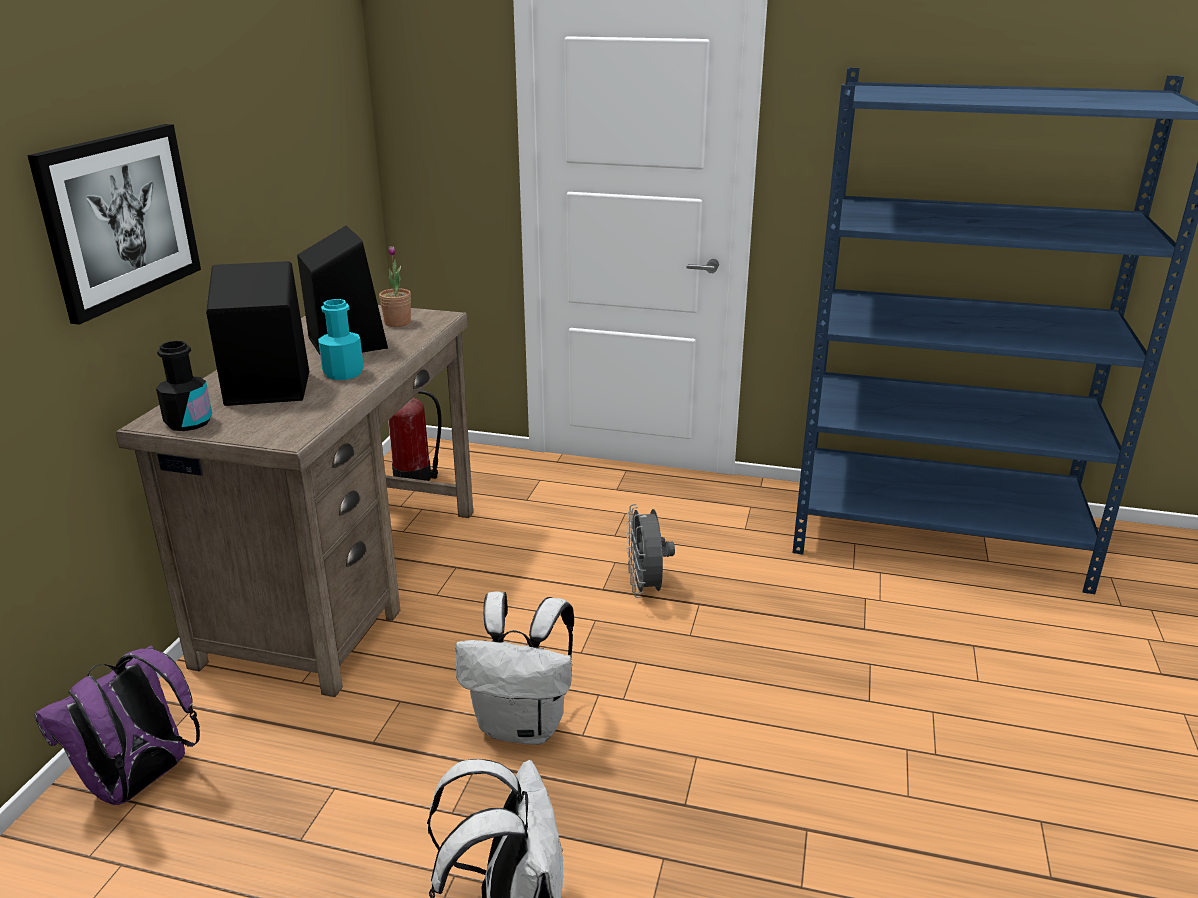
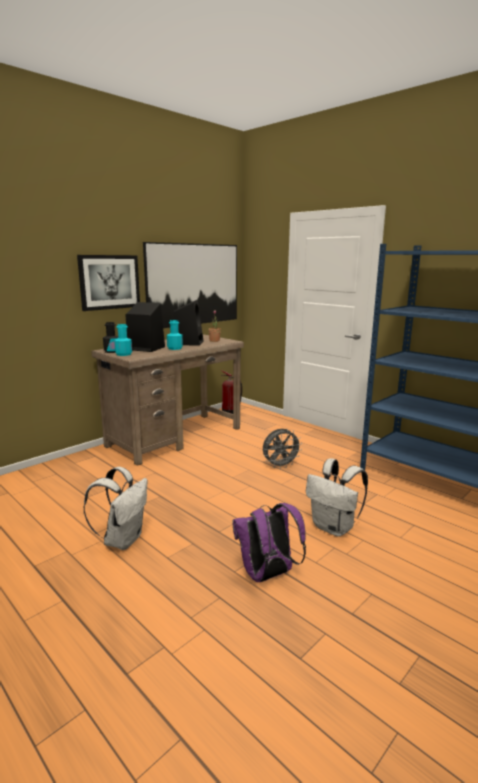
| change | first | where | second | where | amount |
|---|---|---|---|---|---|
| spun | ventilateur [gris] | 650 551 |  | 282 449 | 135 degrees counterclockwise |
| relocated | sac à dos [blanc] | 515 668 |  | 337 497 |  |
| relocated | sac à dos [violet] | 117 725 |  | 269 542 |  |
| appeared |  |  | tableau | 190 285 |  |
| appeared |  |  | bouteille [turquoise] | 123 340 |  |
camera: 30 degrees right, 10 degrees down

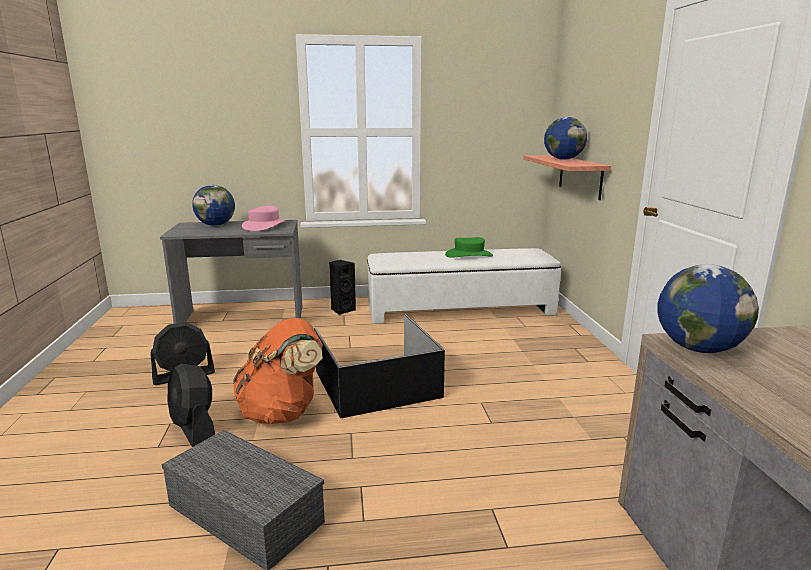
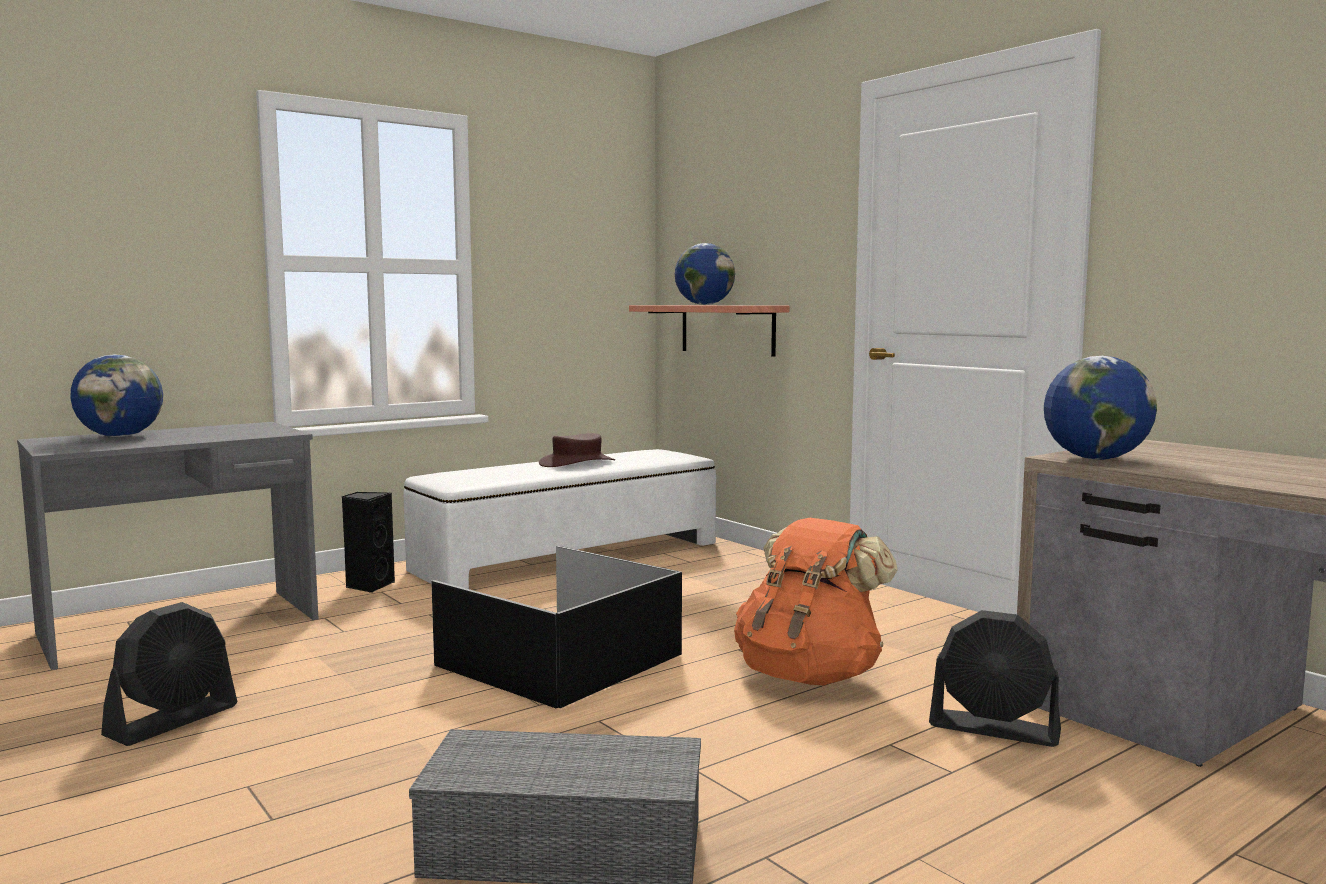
| change | first | where | second | where | amount |
|---|---|---|---|---|---|
| missing | chapeau [rose] | 263 218 |  |  |  |
| colour | chapeau [vert] | 469 247 | chapeau [marron] | 577 450 |  |
| relocated | sac à dos [orange] | 278 371 |  | 816 601 |  |
| relocated | ventilateur [noir] | 191 405 |  | 995 678 |  |
camera: 30 degrees left, 10 degrees down

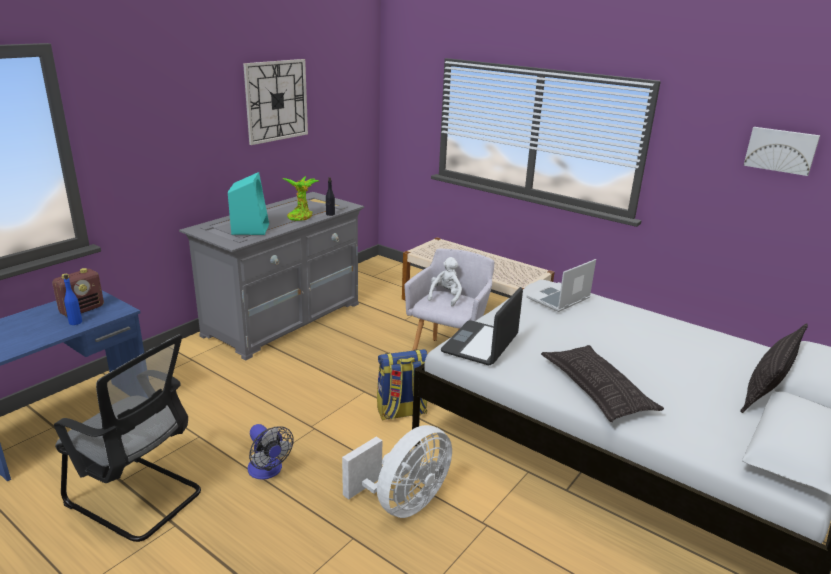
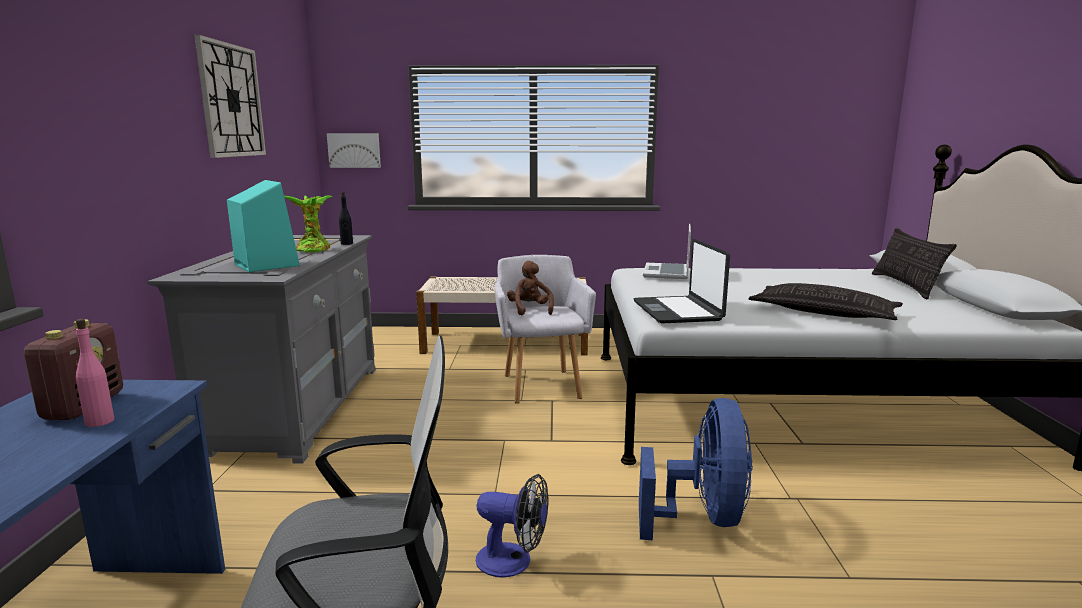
| change | first | where | second | where | amount |
|---|---|---|---|---|---|
| relocated | tableau | 781 151 |  | 354 150 |  |
| colour | peluche [blanc] | 445 282 | peluche [marron] | 530 288 |  |
| colour | bouteille [bleu] | 73 299 | bouteille [rose] | 95 373 |  |
| missing | sac à dos | 402 385 |  |  |  |
| colour | ventilateur [blanc] | 397 471 | ventilateur [bleu] | 696 469 |  |
camera: 35 degrees left, 10 degrees down

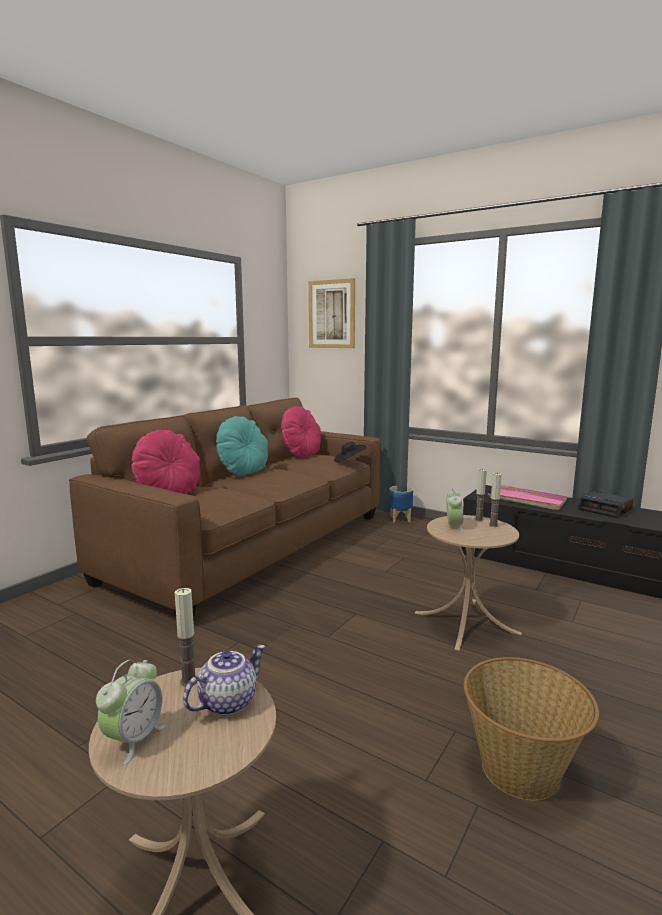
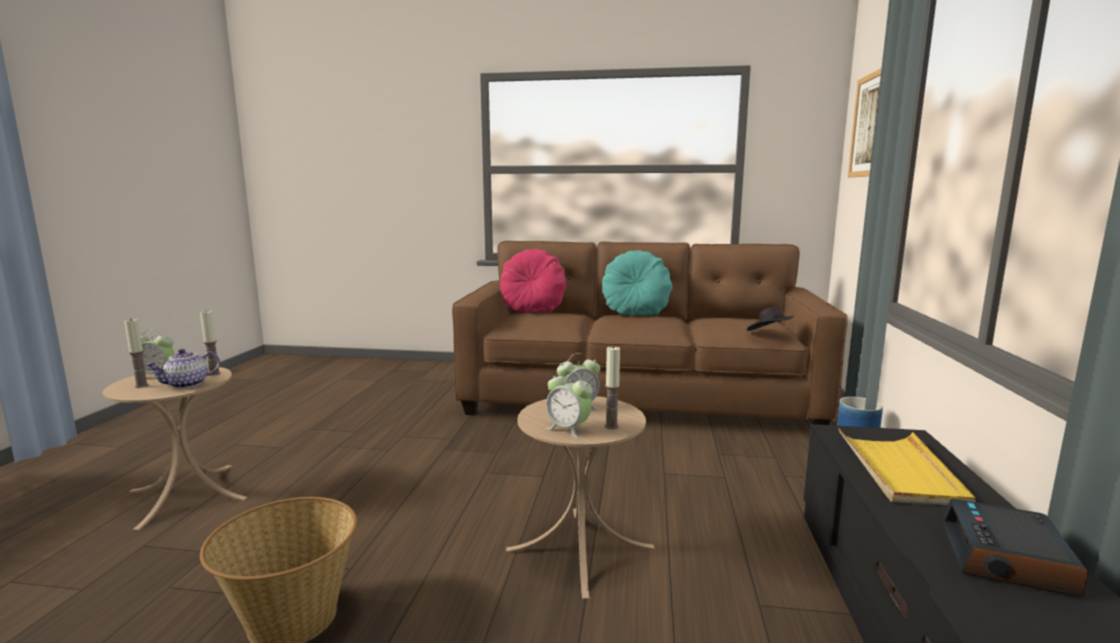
| change | first | where | second | where | amount |
|---|---|---|---|---|---|
| missing | coussin [rose] | 301 432 |  |  |  |
| relocated | bougie | 480 494 |  | 136 353 |  |
| colour | plateau [rose] | 527 497 | plateau [jaune] | 907 466 |  |
| spun | théière | 224 680 |  | 183 369 | 120 degrees clockwise |
| appeared |  |  | réveil | 569 404 |  |
camera: 65 degrees right, 0 degrees up

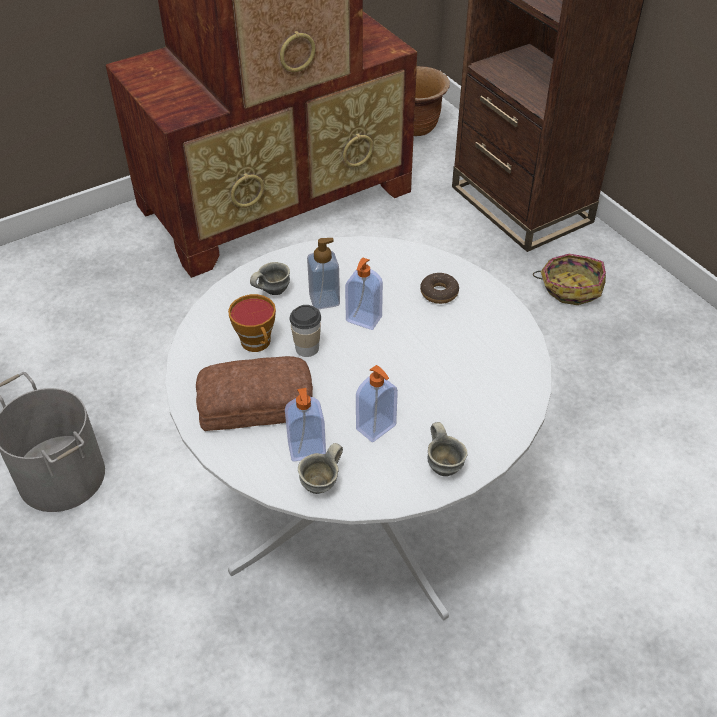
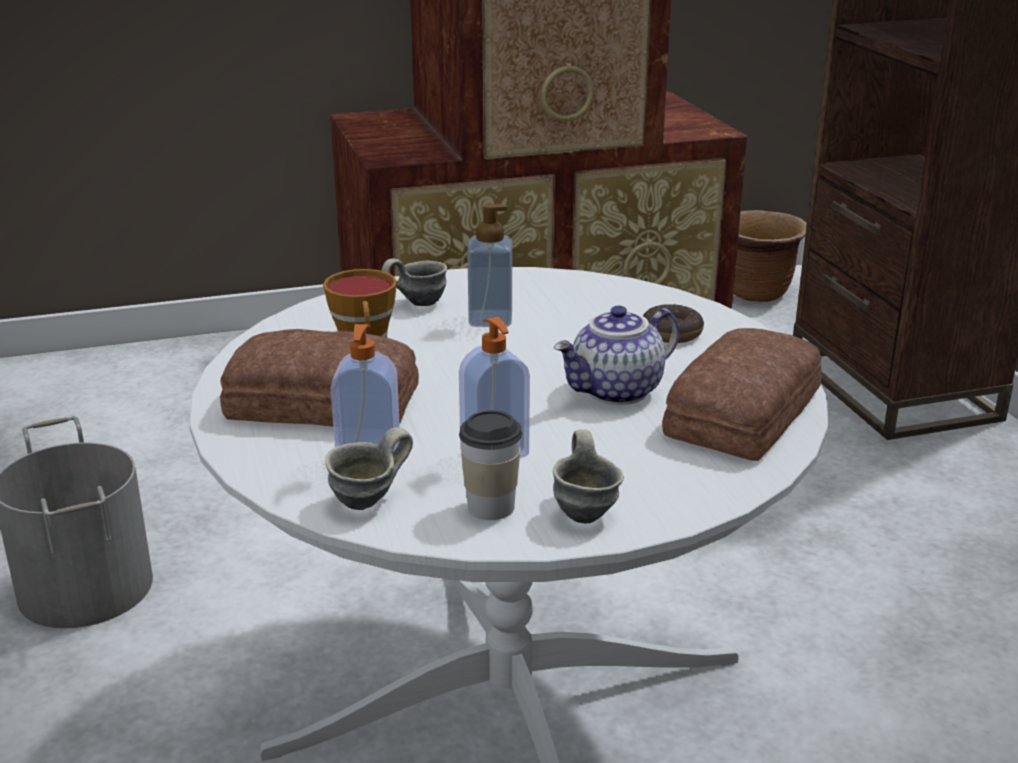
| change | first | where | second | where | amount |
|---|---|---|---|---|---|
| missing | panier | 569 279 |  |  |  |
| missing | distributeur de savon | 364 293 |  |  |  |
| relocated | tasse | 305 331 |  | 490 465 |  |
| appeared |  |  | théière | 617 355 |  |
| appeared |  |  | pain | 742 394 |  |
camera: 15 degrees right, 20 degrees down

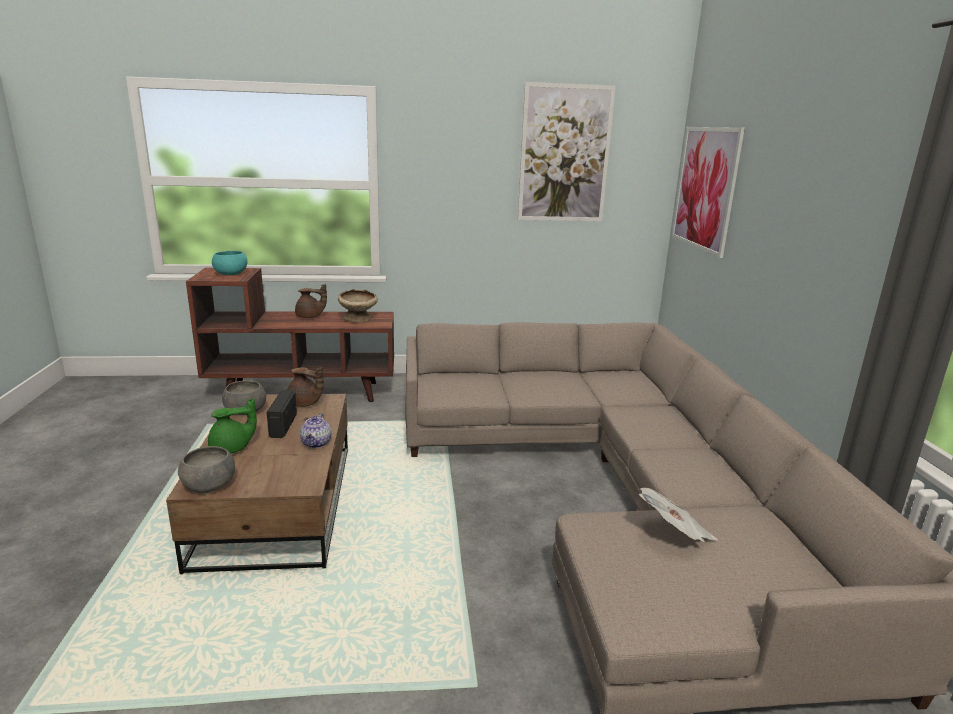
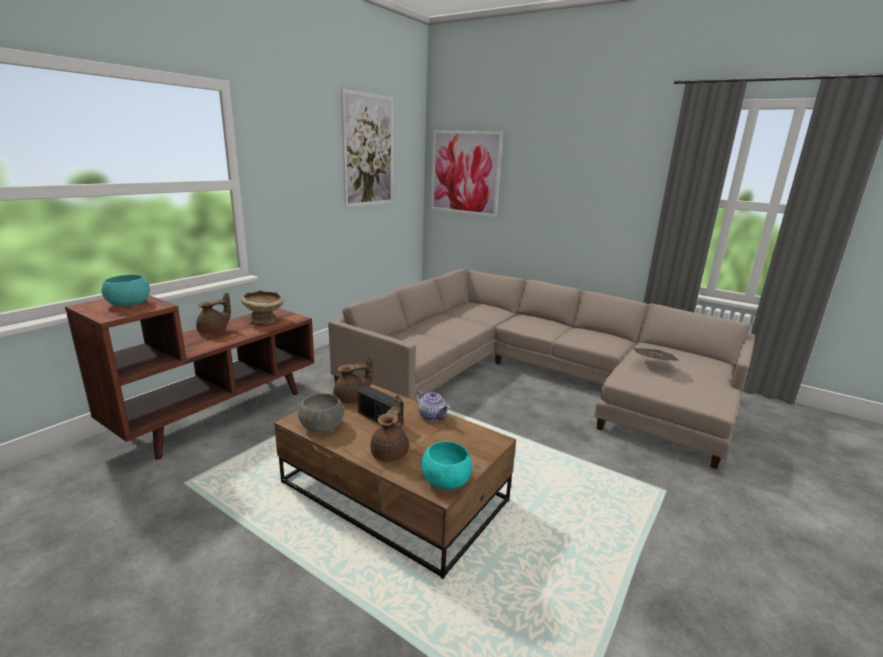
| change | first | where | second | where | amount |
|---|---|---|---|---|---|
| colour | théière [vert] | 232 425 | théière [marron] | 389 428 |  |
| colour | bol [gris] | 206 469 | bol [turquoise] | 446 465 |  |
camera: 50 degrees left, 0 degrees up

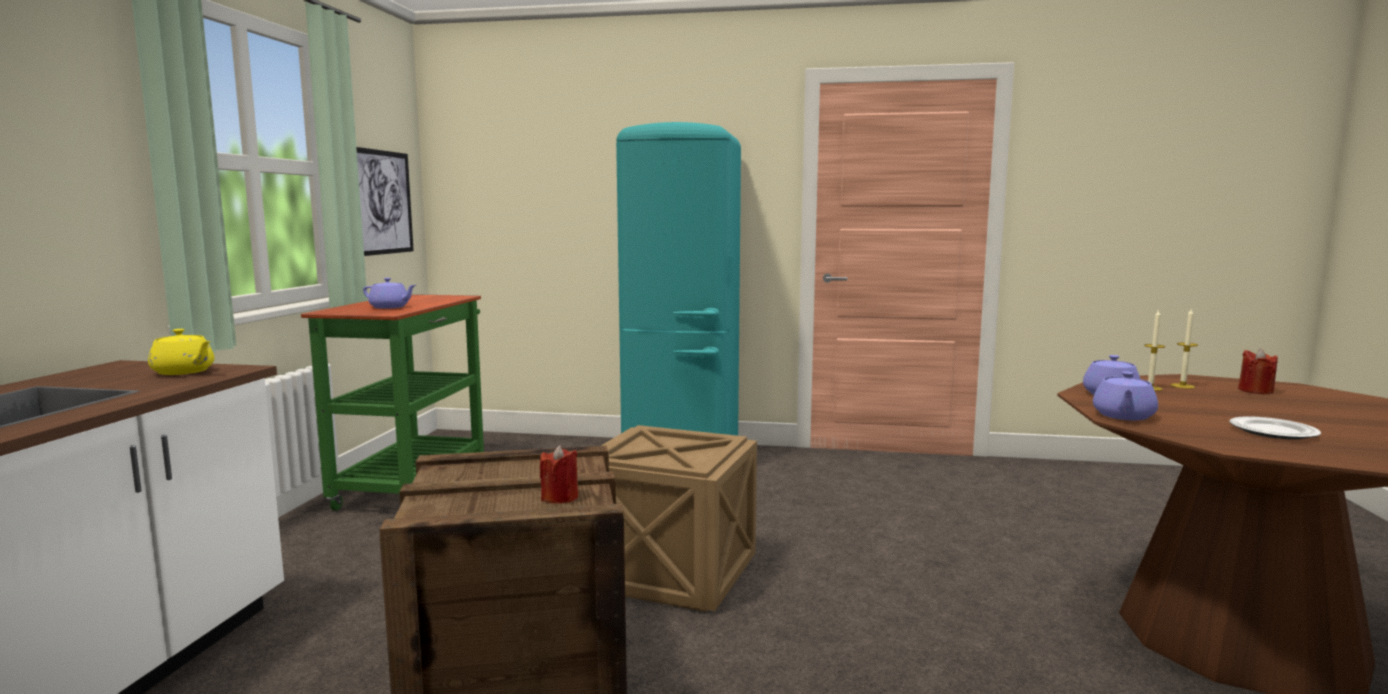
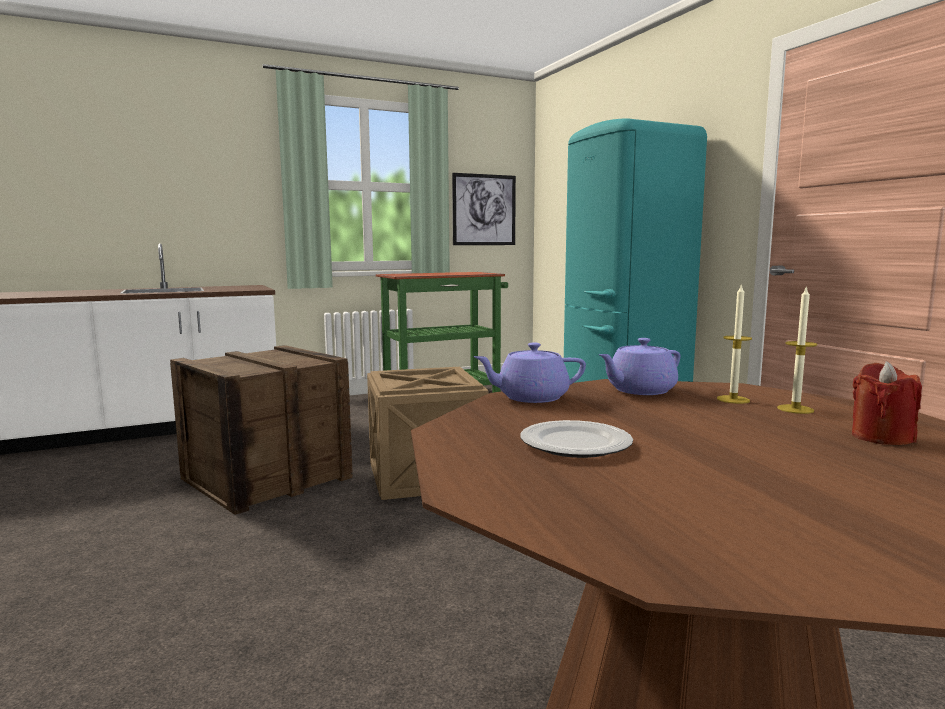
| change | first | where | second | where | amount |
|---|---|---|---|---|---|
| missing | théière [violet] | 389 293 |  |  |  |
| missing | théière [jaune] | 181 352 |  |  |  |
| missing | bougie [rouge] | 559 474 |  |  |  |
camera: 55 degrees right, 0 degrees up

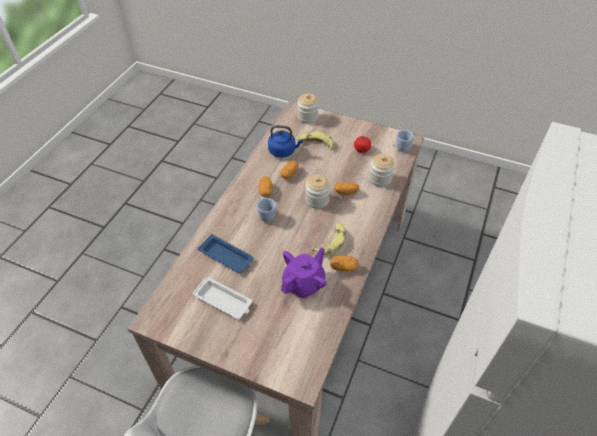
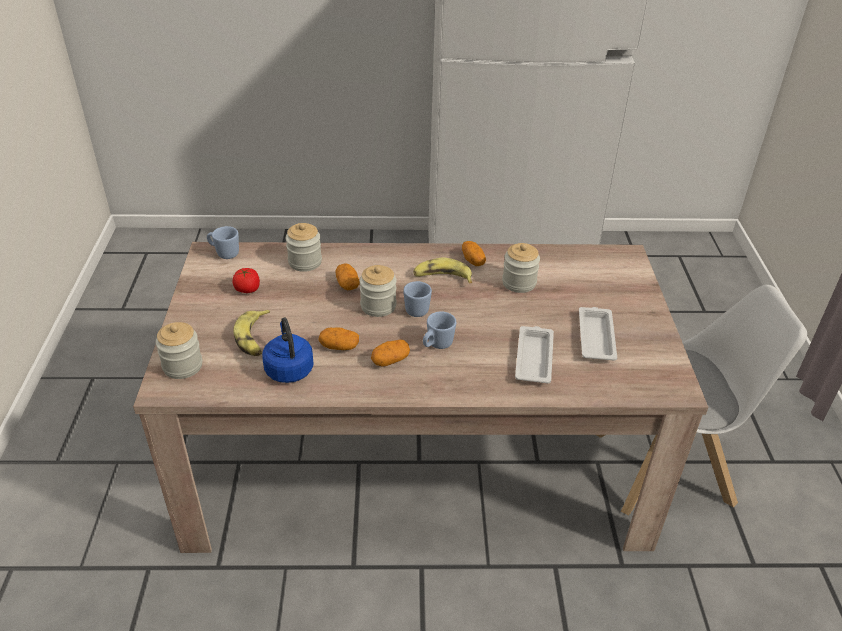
| change | first | where | second | where | amount |
|---|---|---|---|---|---|
| colour | plateau [bleu] | 225 253 | plateau [blanc] | 534 355 |  |
| exchanged | théière [violet] | 304 272 | bocal | 521 268 |  |
| appeared |  |  | mug [bleu] | 417 299 |  |
camera: 115 degrees left, 10 degrees down

